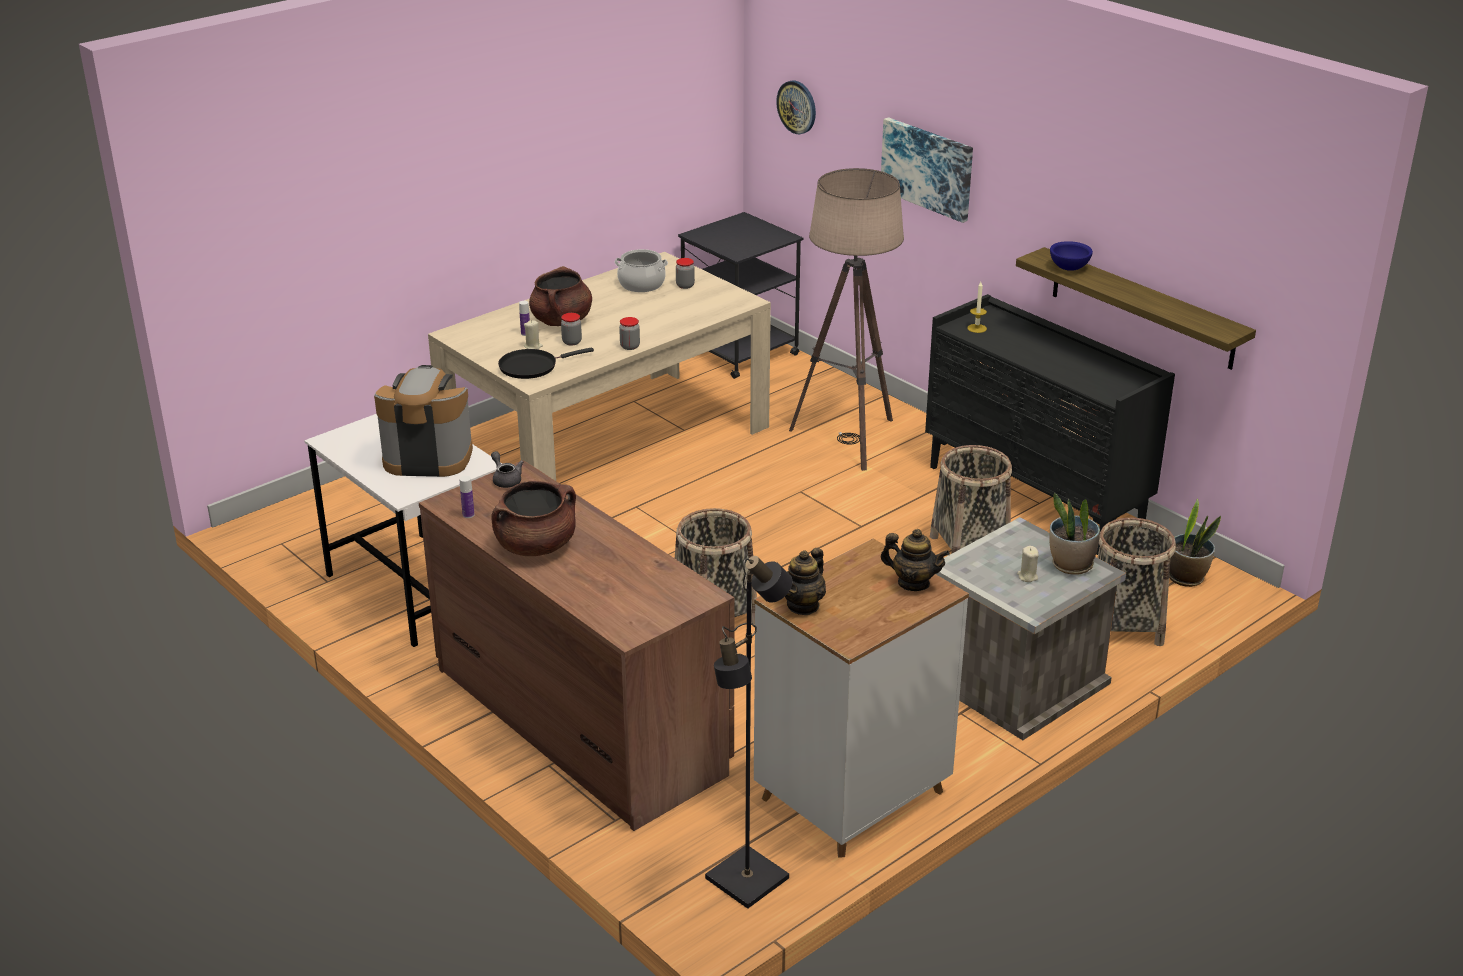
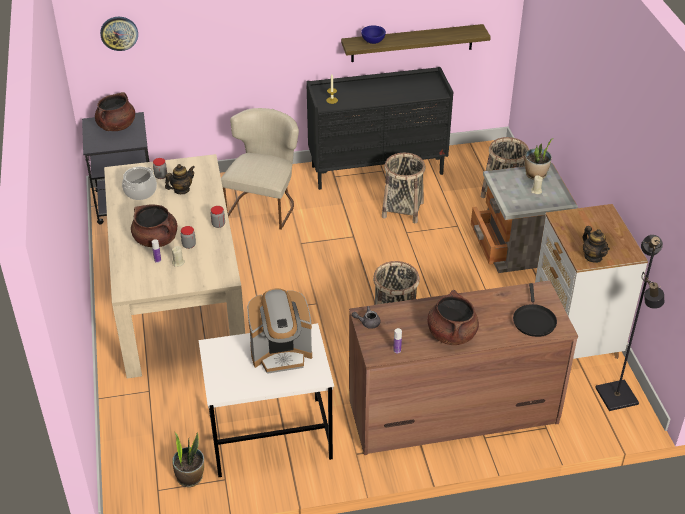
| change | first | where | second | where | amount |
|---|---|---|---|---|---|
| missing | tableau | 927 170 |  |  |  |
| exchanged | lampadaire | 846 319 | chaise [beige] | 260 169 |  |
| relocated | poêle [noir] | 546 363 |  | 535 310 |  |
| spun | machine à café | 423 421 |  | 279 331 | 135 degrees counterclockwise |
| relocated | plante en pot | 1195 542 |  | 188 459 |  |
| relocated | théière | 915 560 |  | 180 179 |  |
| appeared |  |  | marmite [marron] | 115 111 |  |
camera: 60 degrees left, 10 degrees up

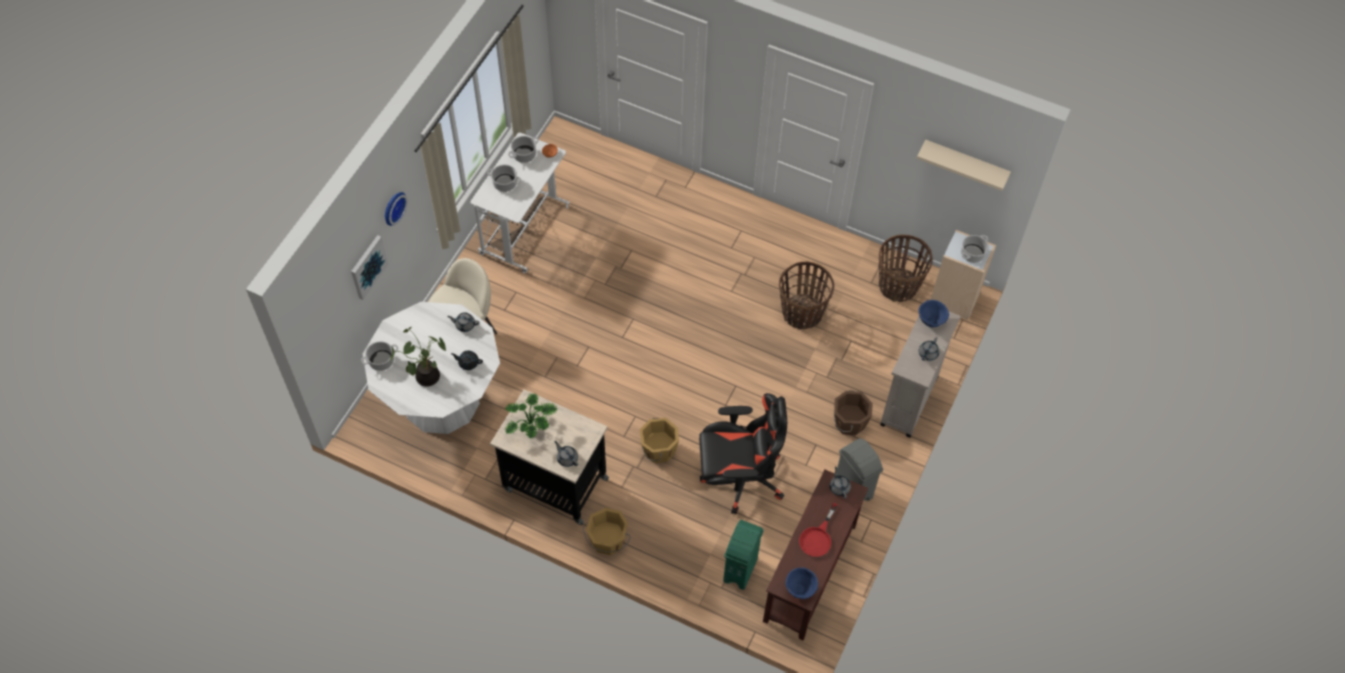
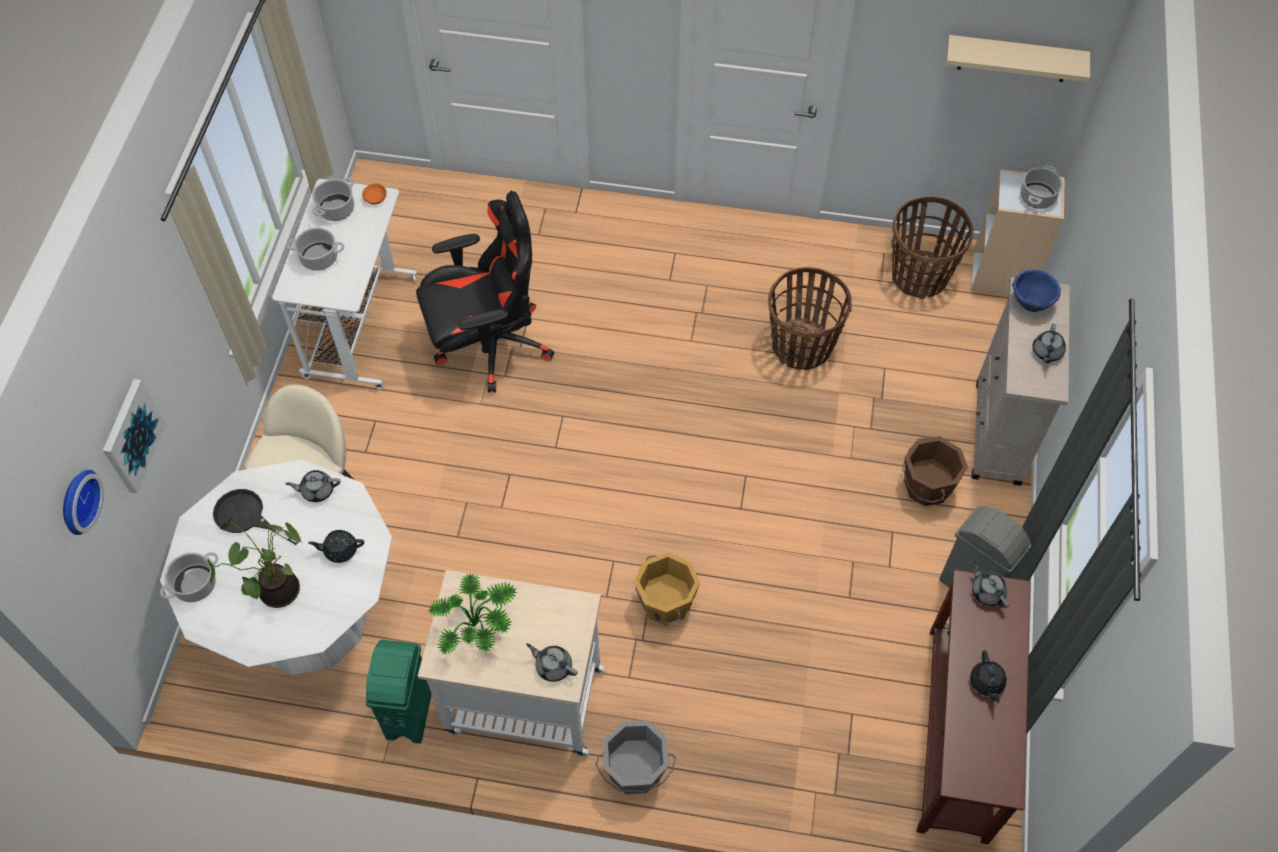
| change | first | where | second | where | amount |
|---|---|---|---|---|---|
| relocated | horloge murale | 396 209 |  | 83 502 |  |
| colour | chariot [noir] | 549 457 | chariot [blanc] | 511 663 |  |
| relocated | chaise de bureau [noir] | 743 453 |  | 485 291 |  |
| exchanged | poêle [rouge] | 818 530 | théière [noir] | 988 677 |  |
| colour | seau [orange] | 607 531 | seau [gris] | 636 757 |  |
| relocated | poubelle [vert] | 743 555 |  | 399 692 |  |
| missing | bol [bleu] | 801 583 |  |  |  |
| appeared |  |  | poêle [noir] | 257 517 |  |
camera: 15 degrees left, 0 degrees up

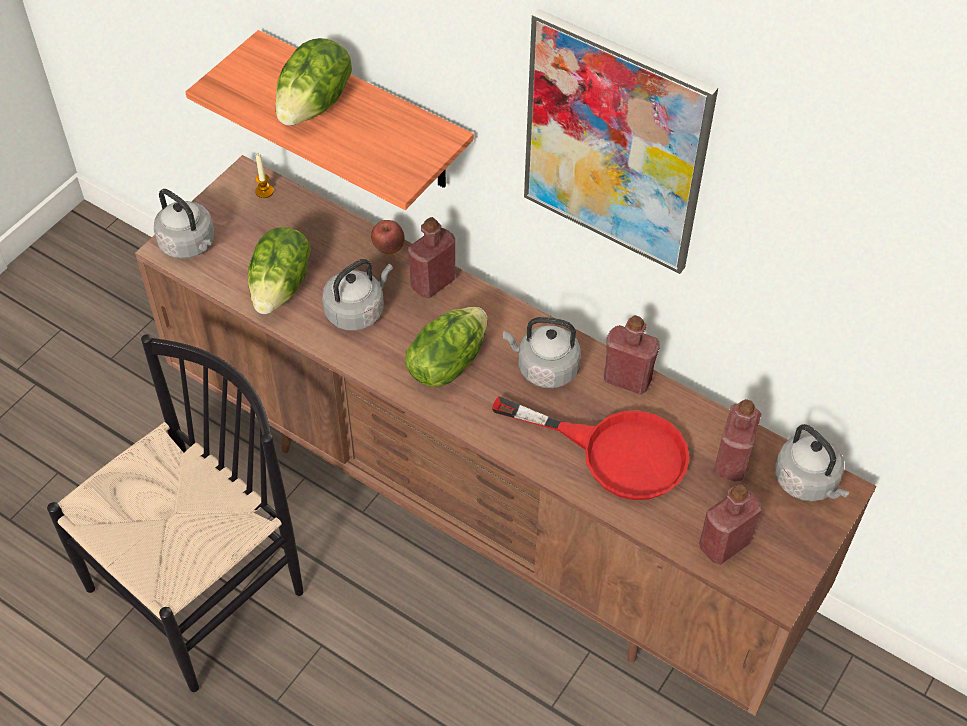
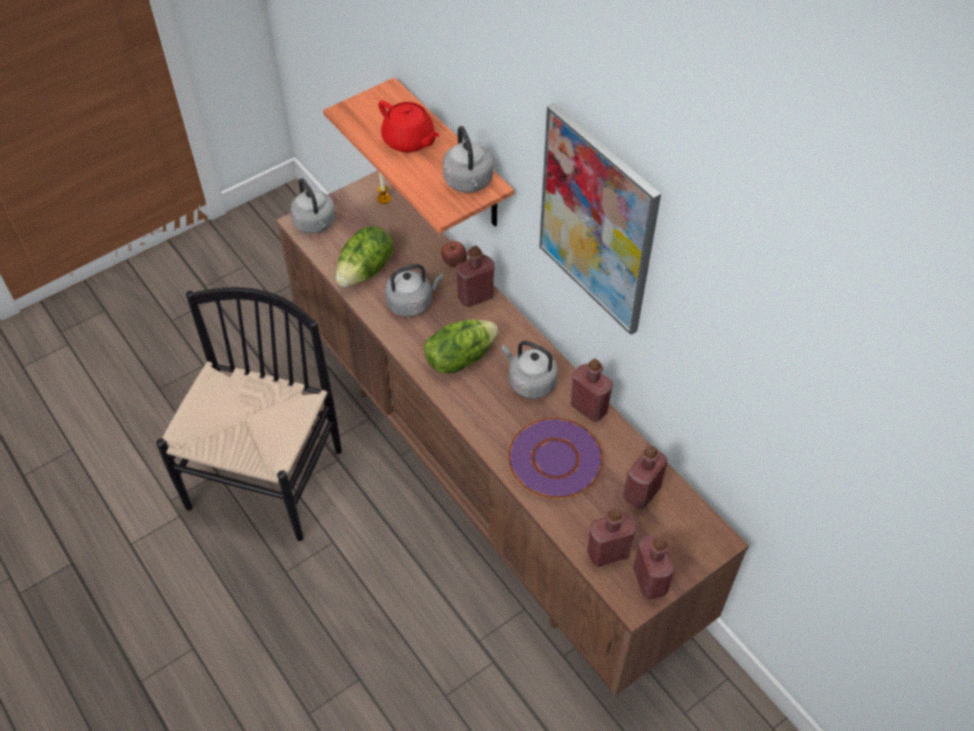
| change | first | where | second | where | amount |
|---|---|---|---|---|---|
| exchanged | laitue | 314 81 | théière [rouge] | 409 127 |  |
| spun | chaise [noir] | 175 513 |  | 249 414 | 45 degrees counterclockwise |
| exchanged | poêle [rouge] | 591 448 | assiette [violet] | 555 458 |  |
| relocated | bouilloire [gris] | 812 462 |  | 467 159 |  |
| appeared |  |  | bouteille [rouge] | 654 567 |  |
camera: 20 degrees right, 0 degrees up

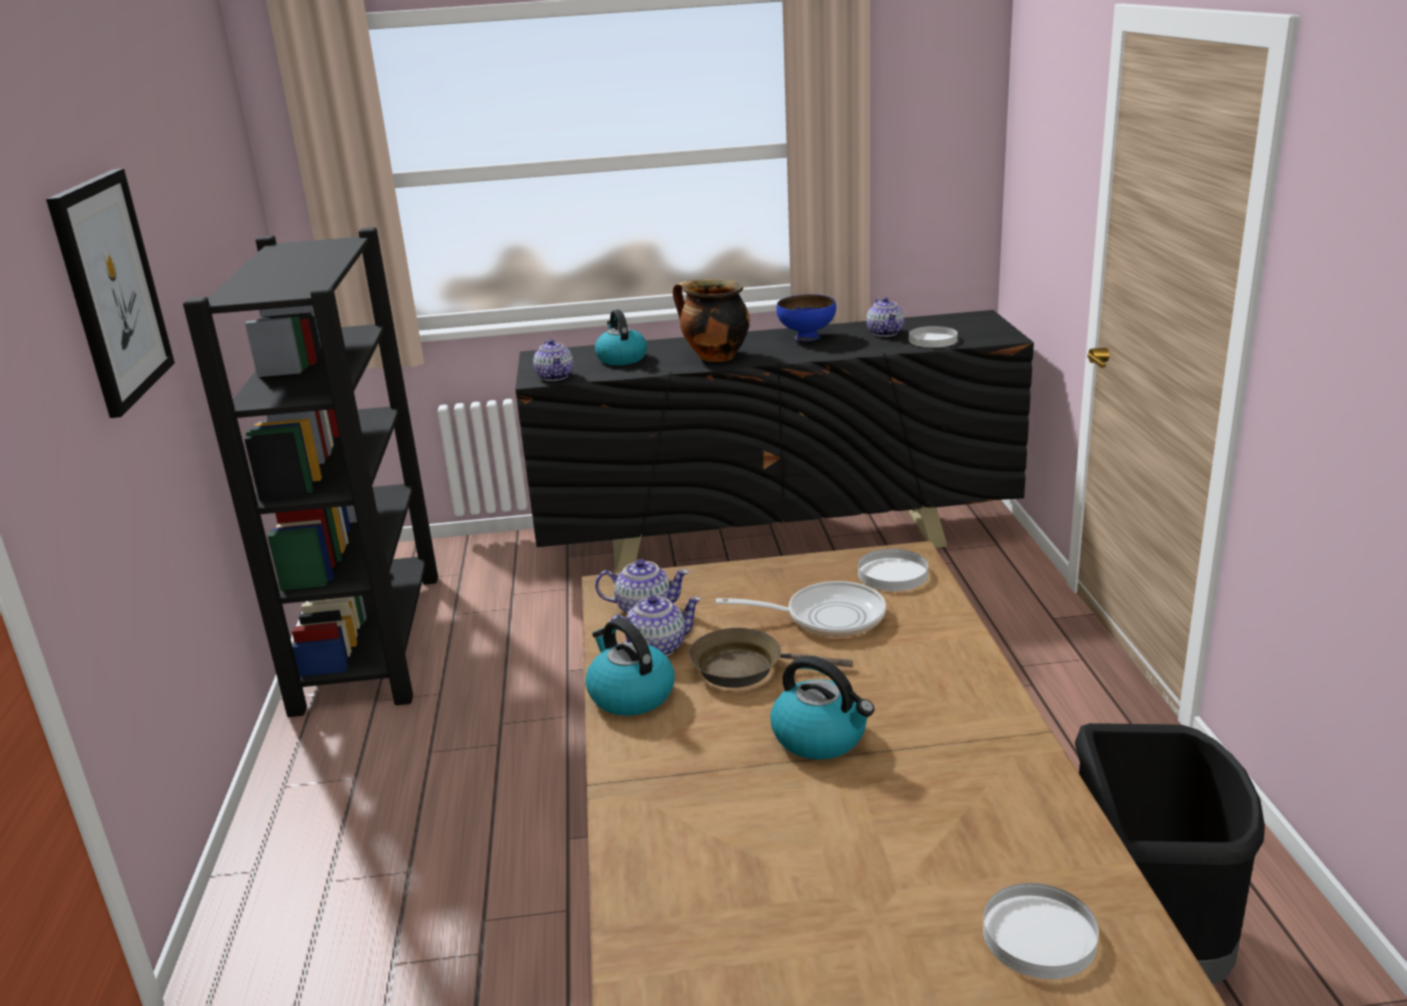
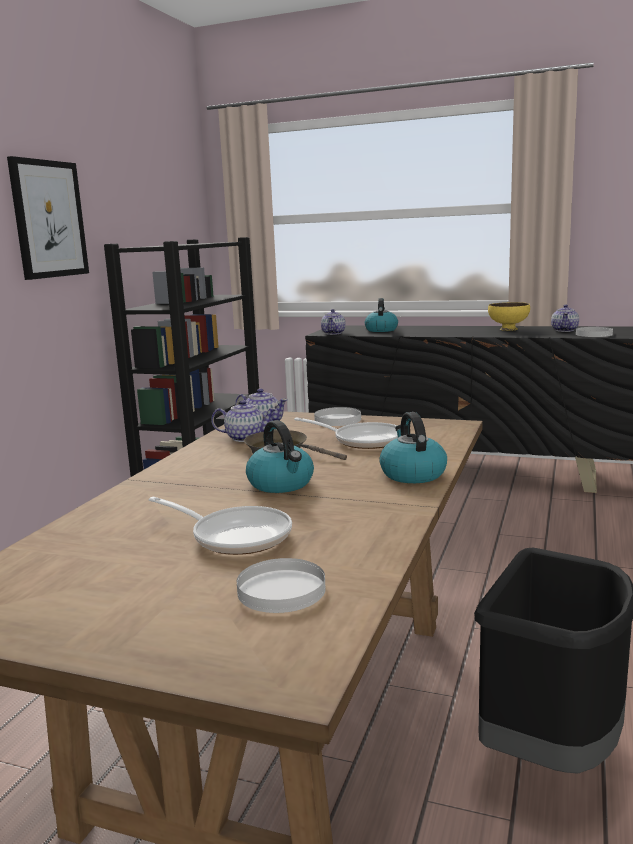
| change | first | where | second | where | amount |
|---|---|---|---|---|---|
| missing | marmite | 711 320 |  |  |  |
| colour | bol [bleu] | 806 317 | bol [jaune] | 509 316 |  |
| relocated | assiette [blanc] | 893 570 |  | 337 416 |  |
| relocated | bouilloire | 630 667 |  | 413 447 |  |
| appeared |  |  | poêle | 220 526 |  |
camera: 25 degrees right, 10 degrees down

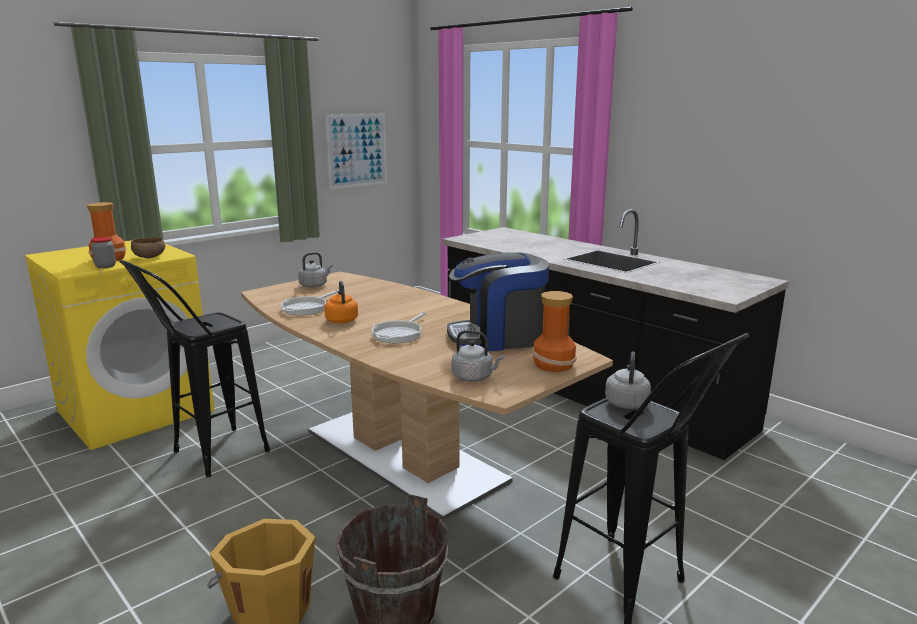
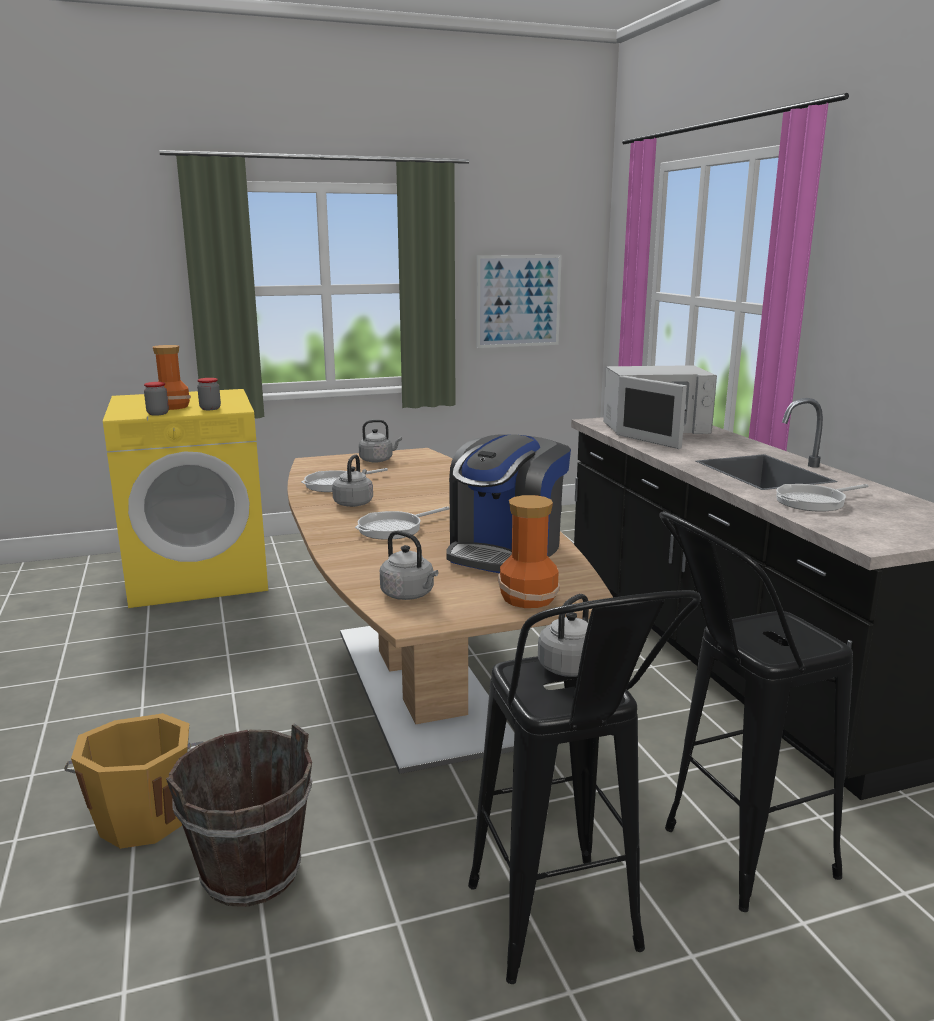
| change | first | where | second | where | amount |
|---|---|---|---|---|---|
| exchanged | bol [marron] | 148 247 | bocal | 209 394 |  |
| spun | machine à café | 498 301 |  | 508 503 | 75 degrees counterclockwise |
| relocated | tabouret [noir] | 194 368 |  | 756 711 |  |
| colour | bouilloire [orange] | 341 302 | bouilloire [gris] | 352 480 |  |
| appeared |  |  | micro-ondes [blanc] | 660 407 |  |
| appeared |  |  | poêle | 822 498 |  |
camera: 25 degrees right, 0 degrees up

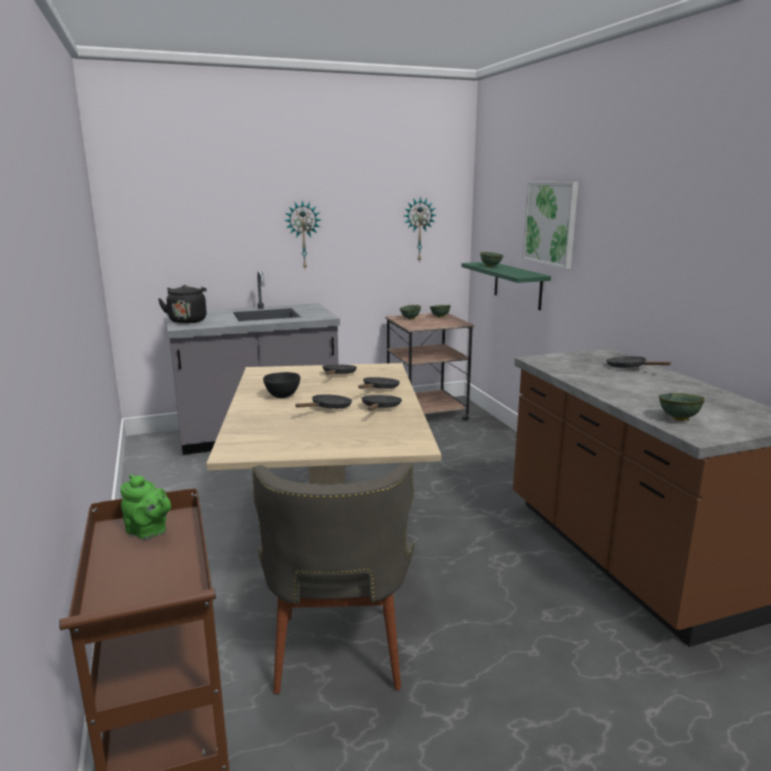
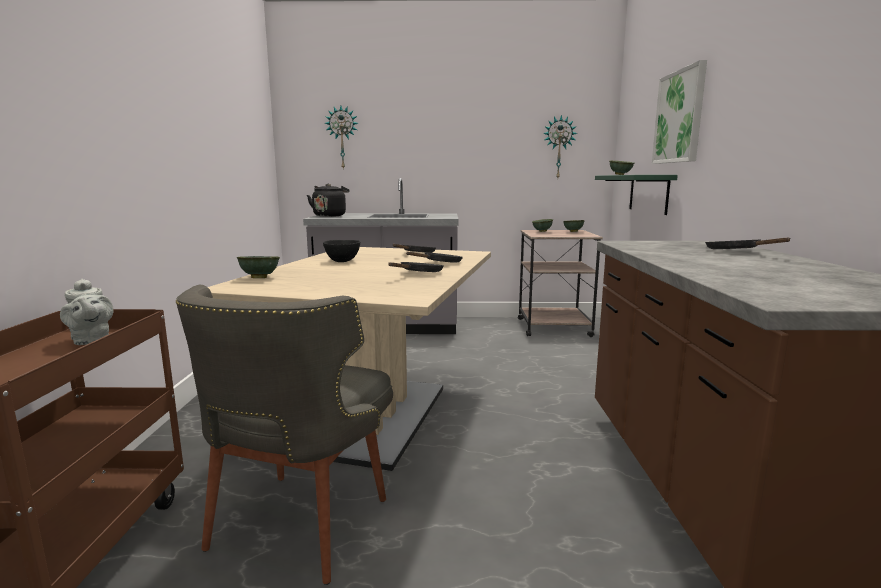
| change | first | where | second | where | amount |
|---|---|---|---|---|---|
| relocated | horloge murale | 302 234 |  | 341 138 |  |
| relocated | bol [vert] | 682 407 |  | 258 267 |  |
| missing | poêle [noir] | 323 401 |  |  |  |
| colour | théière [vert] | 145 506 | théière [gris] | 86 312 |  |
camera: 20 degrees right, 5 degrees down

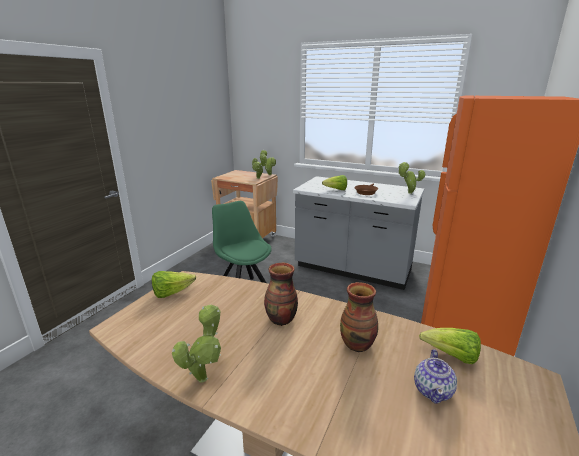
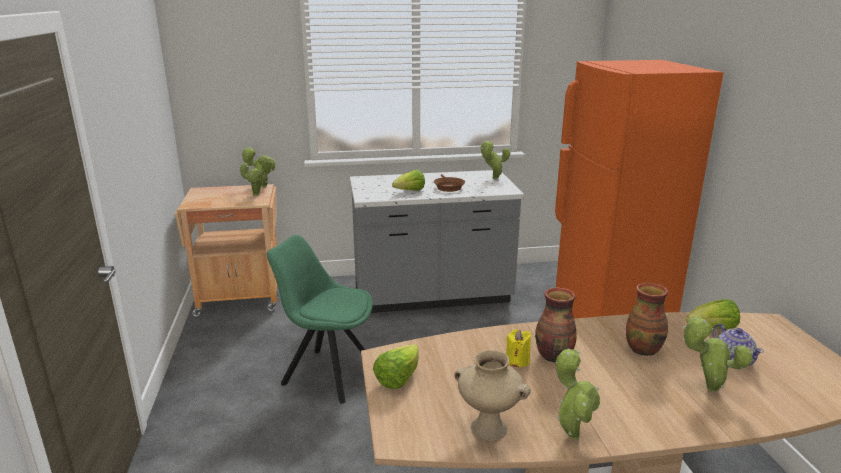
| change | first | where | second | where | amount |
|---|---|---|---|---|---|
| appeared |  |  | plante en pot | 717 354 |  |
| appeared |  |  | bougie [jaune] | 518 348 |  |
| appeared |  |  | vase [beige] | 492 395 |  |
camera: 35 degrees left, 0 degrees up

